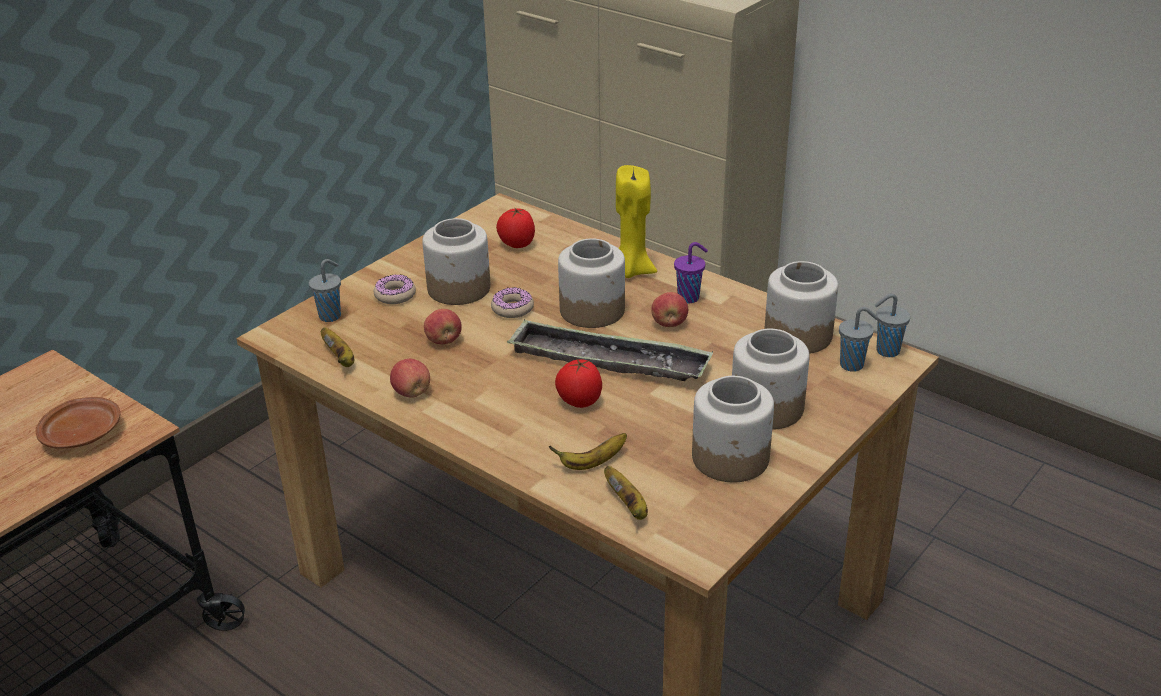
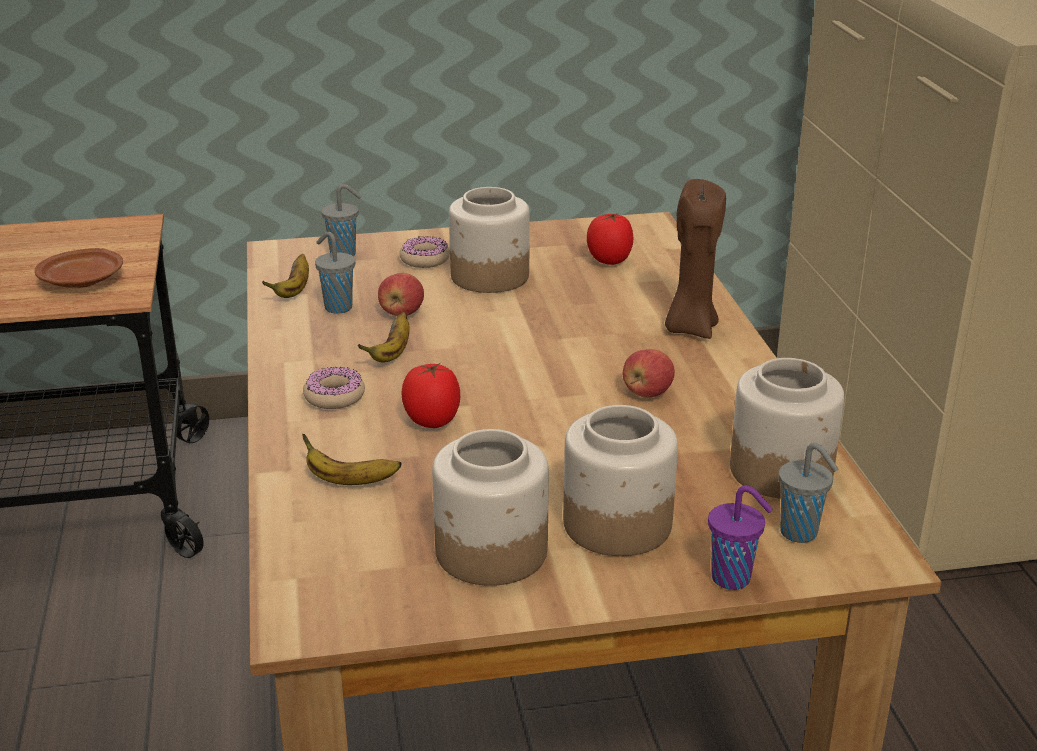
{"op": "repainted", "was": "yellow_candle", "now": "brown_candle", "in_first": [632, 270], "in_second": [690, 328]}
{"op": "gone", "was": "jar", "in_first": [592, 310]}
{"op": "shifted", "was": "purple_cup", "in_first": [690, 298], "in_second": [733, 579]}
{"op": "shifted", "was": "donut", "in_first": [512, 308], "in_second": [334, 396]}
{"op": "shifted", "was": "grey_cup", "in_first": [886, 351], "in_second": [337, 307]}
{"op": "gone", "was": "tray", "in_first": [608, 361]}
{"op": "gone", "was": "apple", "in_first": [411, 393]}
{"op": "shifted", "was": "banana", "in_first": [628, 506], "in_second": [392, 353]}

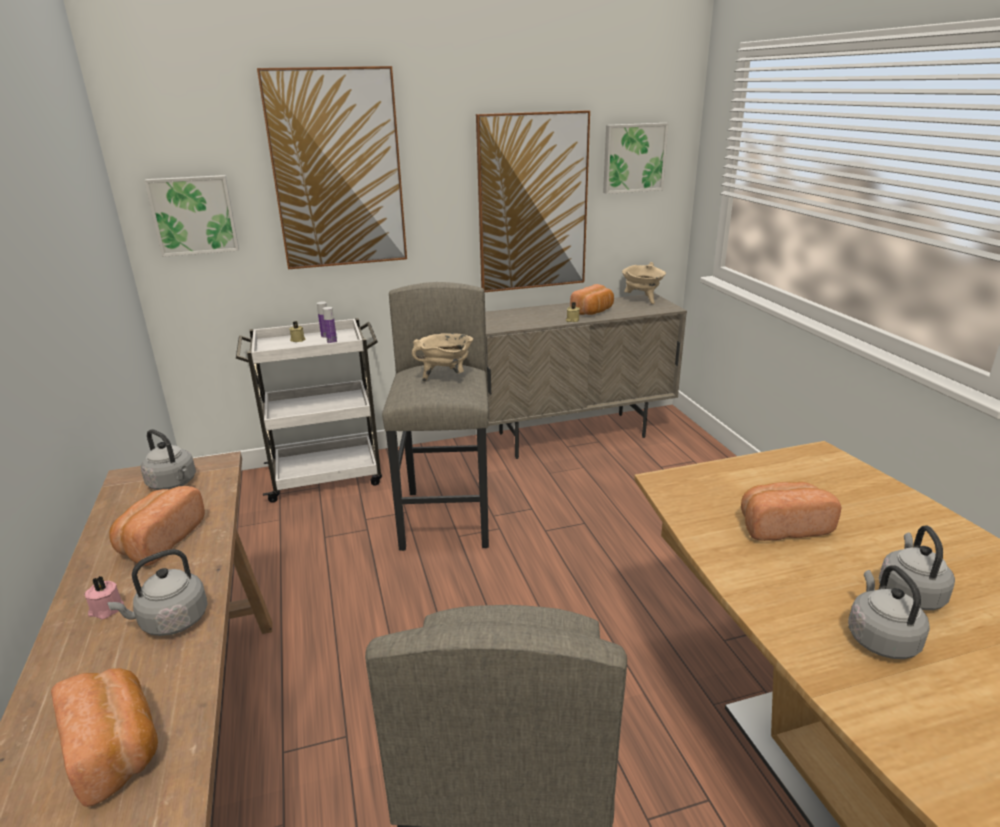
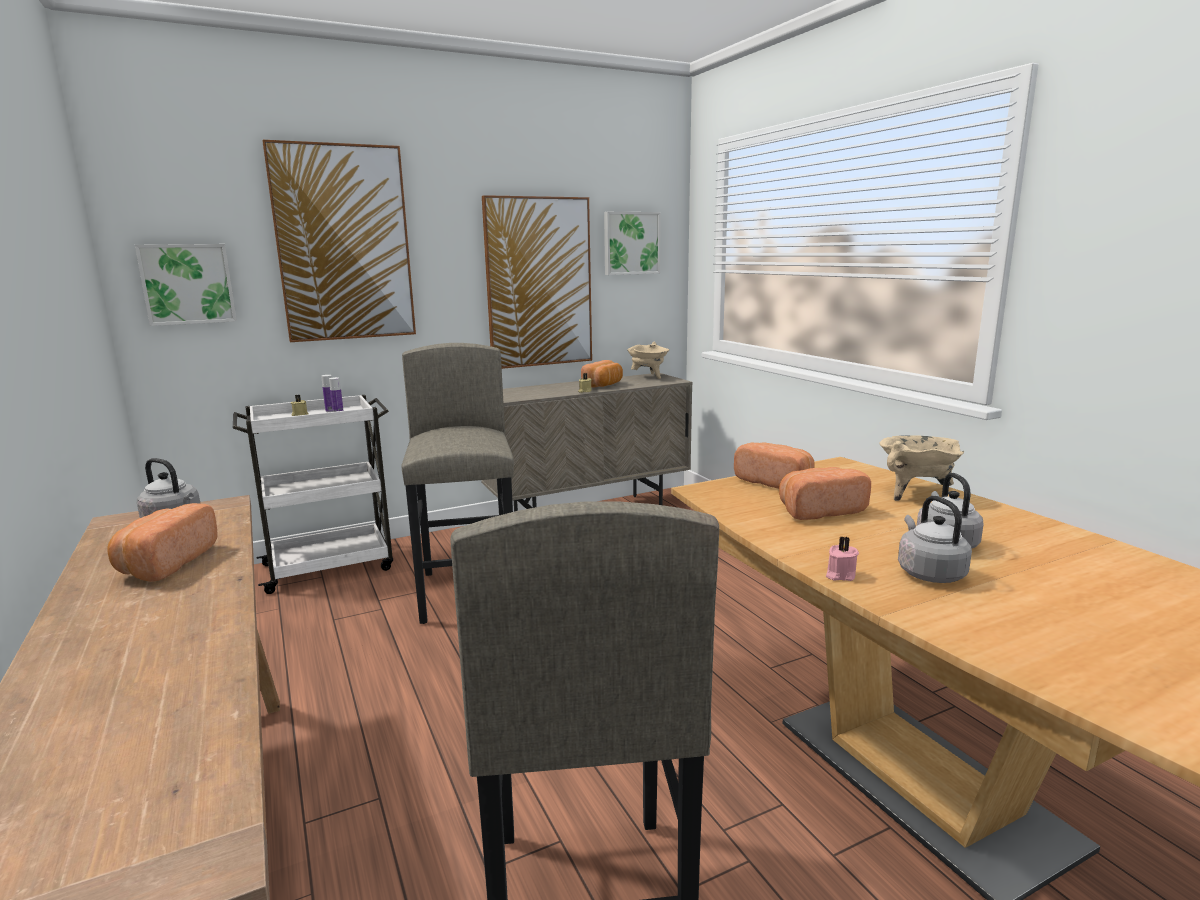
{"op": "shifted", "was": "beige_cooking_pot", "in_first": [446, 377], "in_second": [915, 494]}
{"op": "gone", "was": "grey_kettle", "in_first": [171, 621]}
{"op": "shifted", "was": "pink_candle", "in_first": [106, 609], "in_second": [839, 575]}
{"op": "shifted", "was": "bread", "in_first": [116, 748], "in_second": [775, 482]}

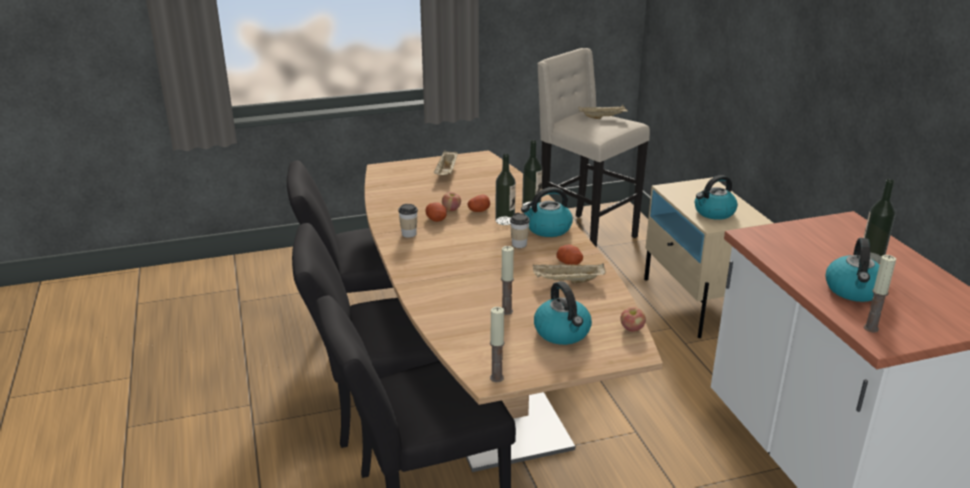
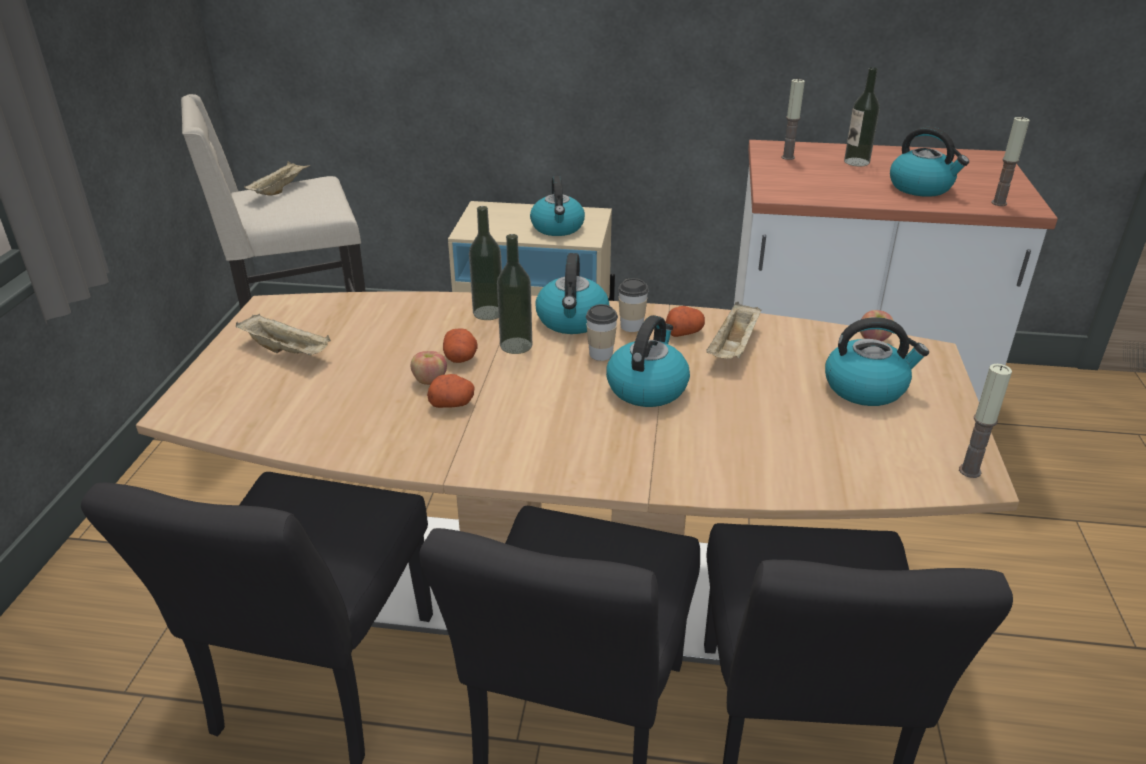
{"op": "shifted", "was": "cup", "in_first": [409, 234], "in_second": [631, 326]}
{"op": "shifted", "was": "candle", "in_first": [506, 311], "in_second": [788, 157]}
{"op": "new", "now": "kettle", "in_second": [647, 387]}

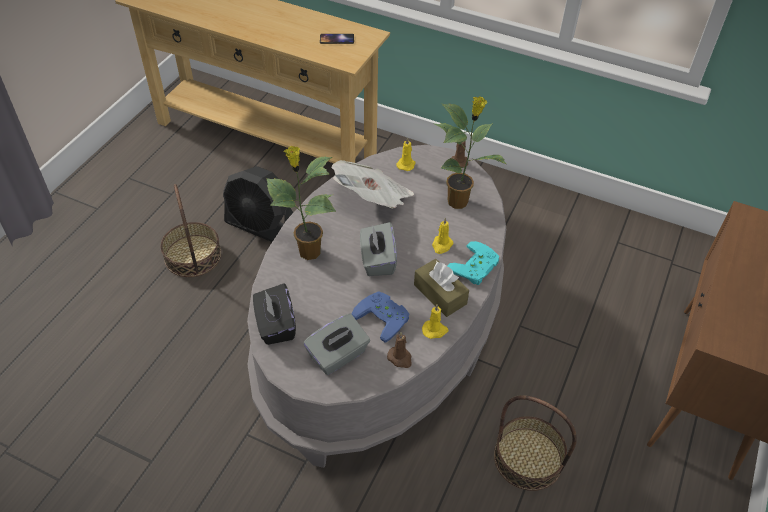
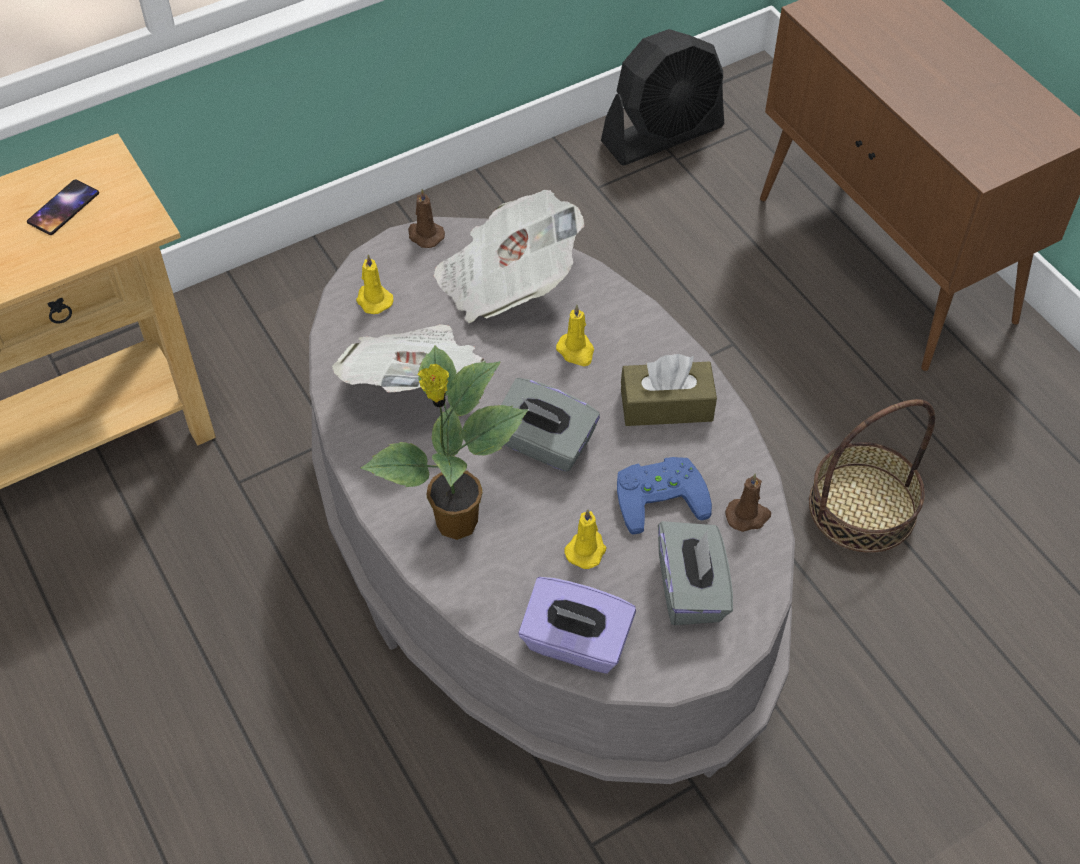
{"op": "swapped", "was": "potted_plant", "now": "newspaper", "in_first": [459, 201], "in_second": [507, 282]}
{"op": "shifted", "was": "black_fan", "in_first": [262, 227], "in_second": [663, 134]}
{"op": "gone", "was": "basket", "in_first": [193, 255]}
{"op": "gone", "was": "turquoise_game_controller", "in_first": [476, 268]}
{"op": "repainted", "was": "black_tissue_box", "now": "purple_tissue_box", "in_first": [275, 325], "in_second": [575, 643]}
{"op": "shifted", "was": "yellow_candle", "in_first": [435, 330], "in_second": [586, 549]}

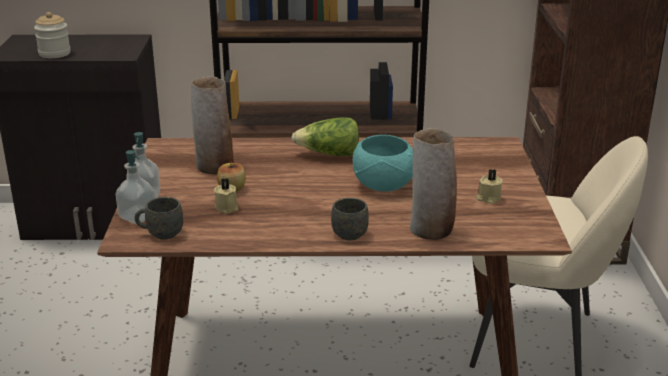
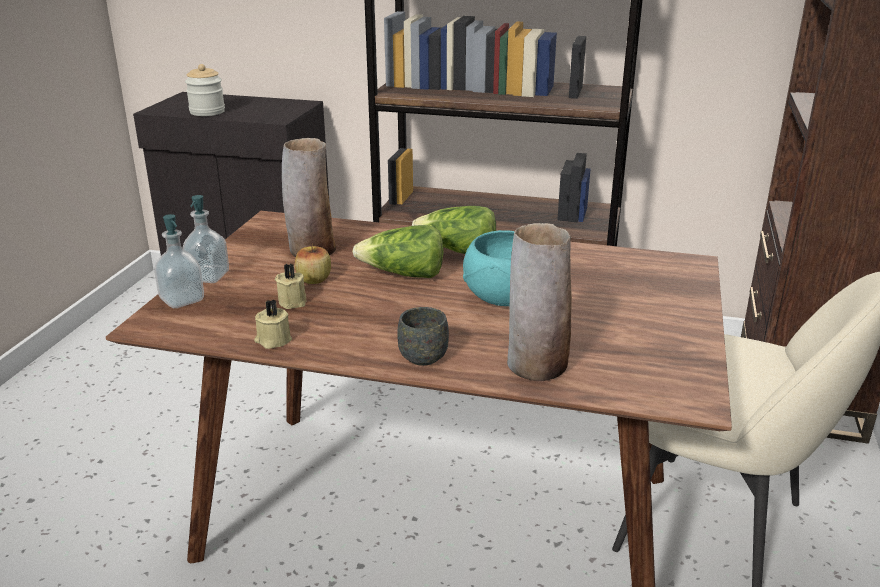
{"op": "shifted", "was": "beige_candle", "in_first": [488, 198], "in_second": [273, 340]}
{"op": "gone", "was": "grey_mug", "in_first": [160, 234]}
{"op": "new", "now": "lettuce", "in_second": [403, 275]}

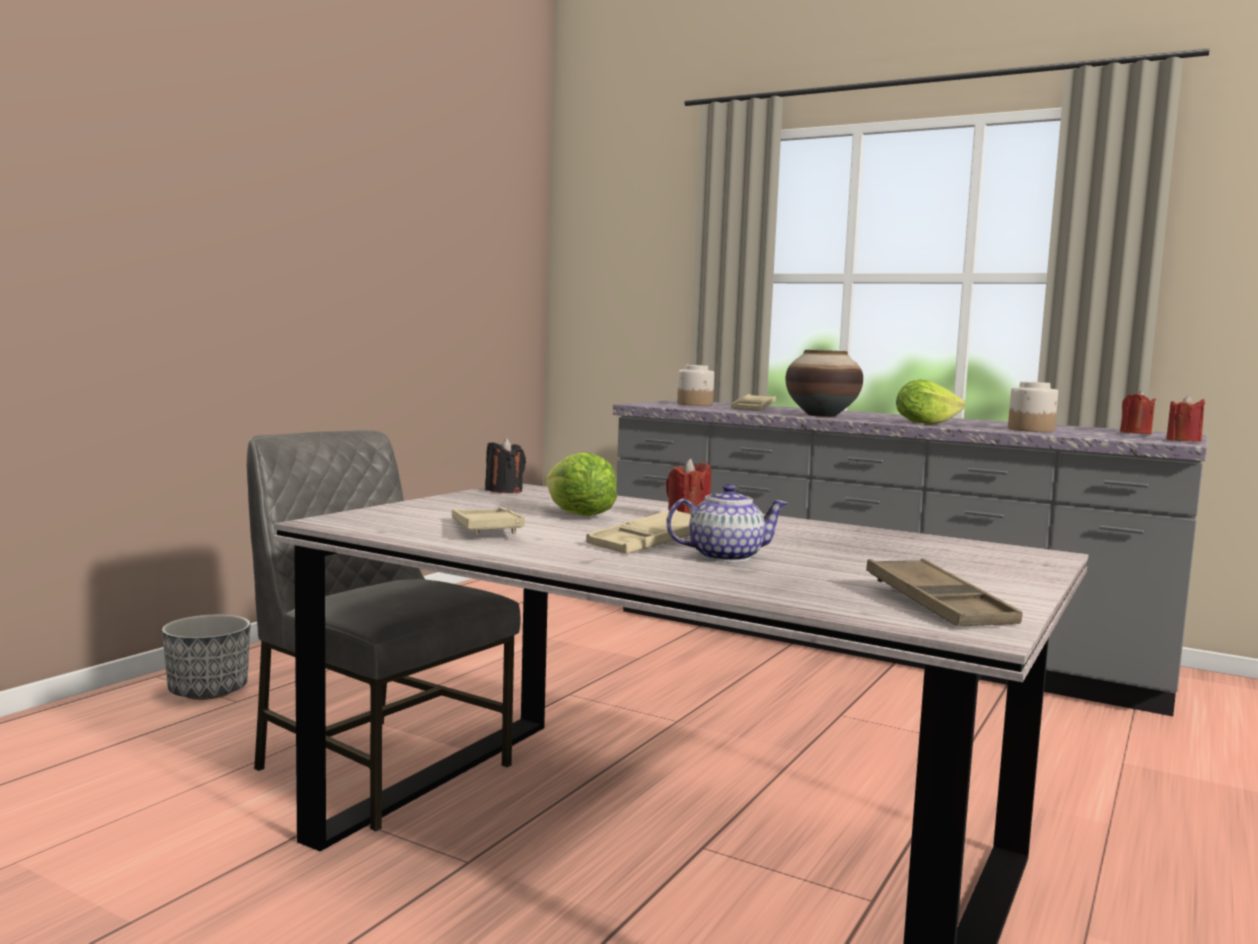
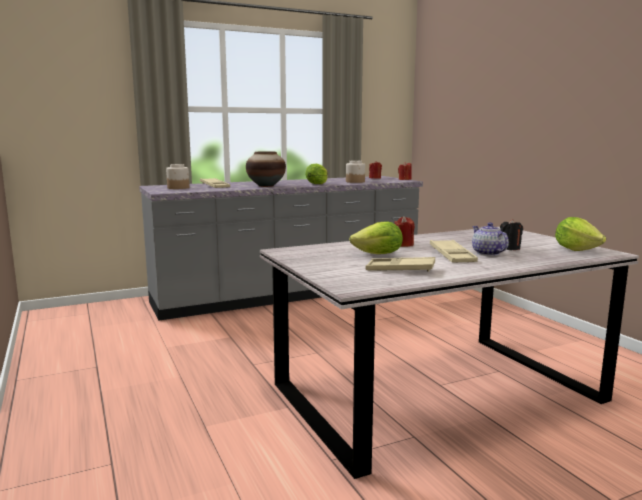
{"op": "gone", "was": "grey_chair", "in_first": [378, 766]}
{"op": "shifted", "was": "black_candle", "in_first": [504, 490], "in_second": [509, 248]}
{"op": "rotated", "was": "teapot", "in_first": [724, 556], "in_second": [488, 253], "clockwise": -45}
{"op": "swapped", "was": "brown_tray", "now": "lettuce", "in_first": [938, 604], "in_second": [576, 249]}
{"op": "gone", "was": "planter", "in_first": [207, 691]}

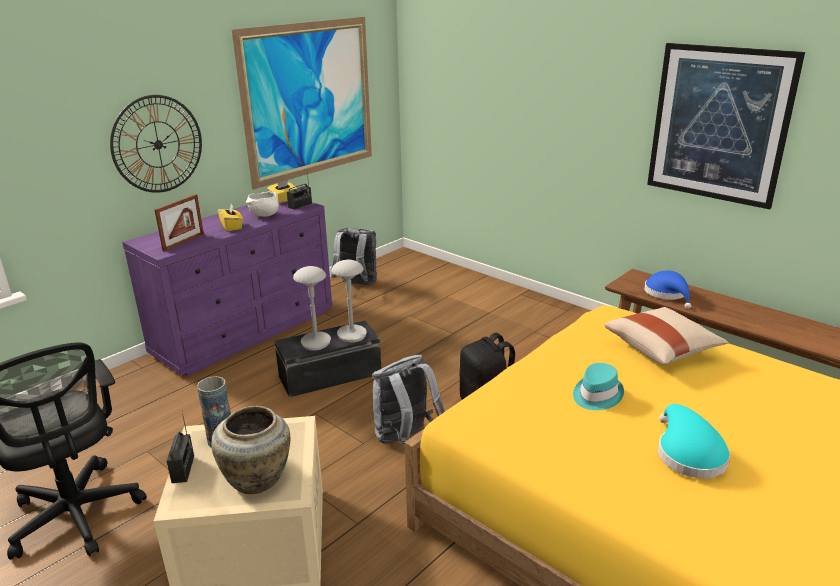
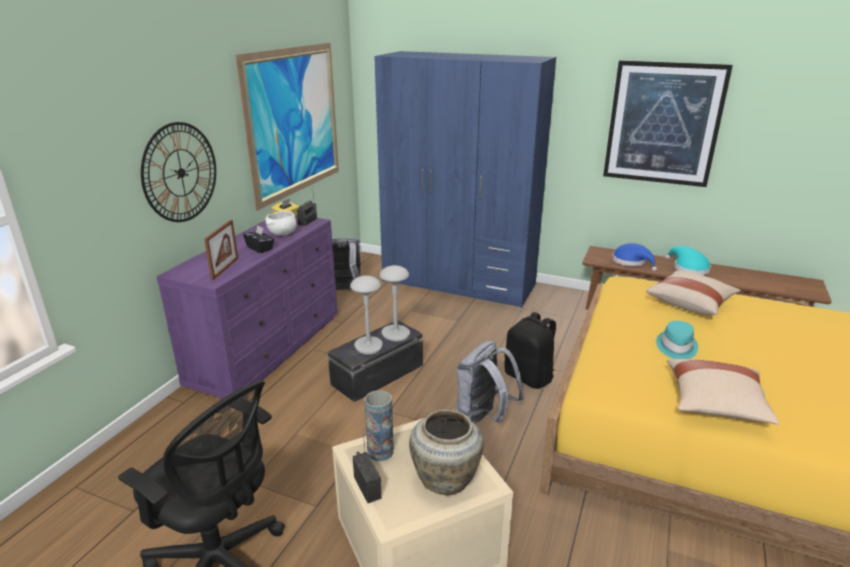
{"op": "repainted", "was": "yellow_tissue_box", "now": "black_tissue_box", "in_first": [232, 226], "in_second": [260, 248]}
{"op": "shifted", "was": "turquoise_hat", "in_first": [688, 454], "in_second": [688, 268]}
{"op": "new", "now": "blue_wardrobe", "in_second": [458, 283]}
{"op": "new", "now": "beige_pillow", "in_second": [715, 405]}

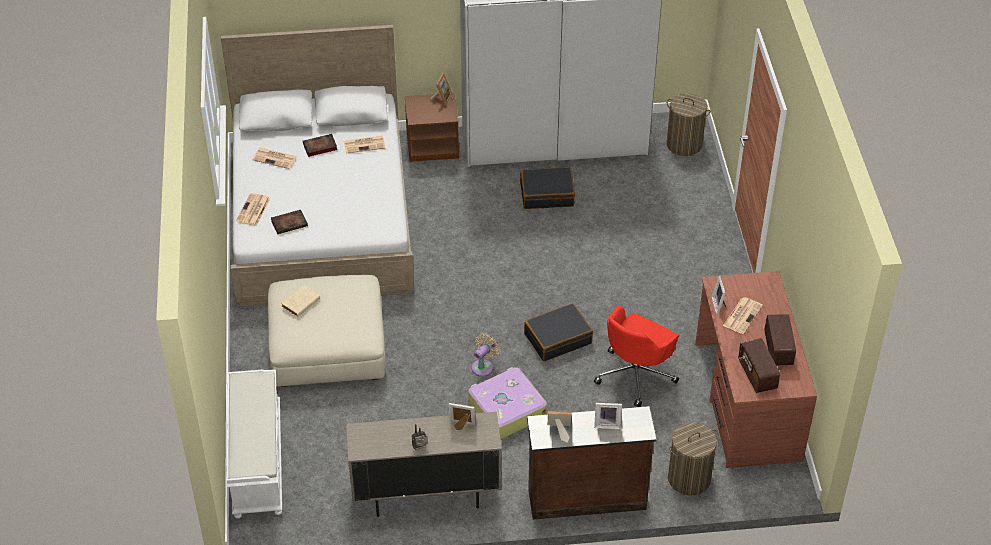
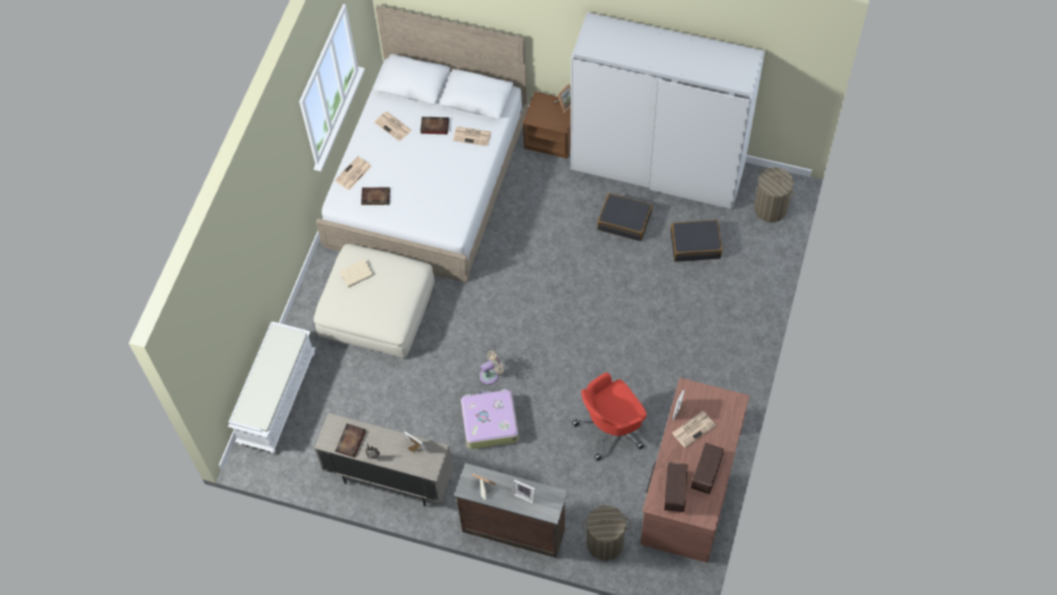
{"op": "shifted", "was": "black_suitcase", "in_first": [557, 338], "in_second": [695, 244]}
{"op": "new", "now": "book", "in_second": [350, 442]}

